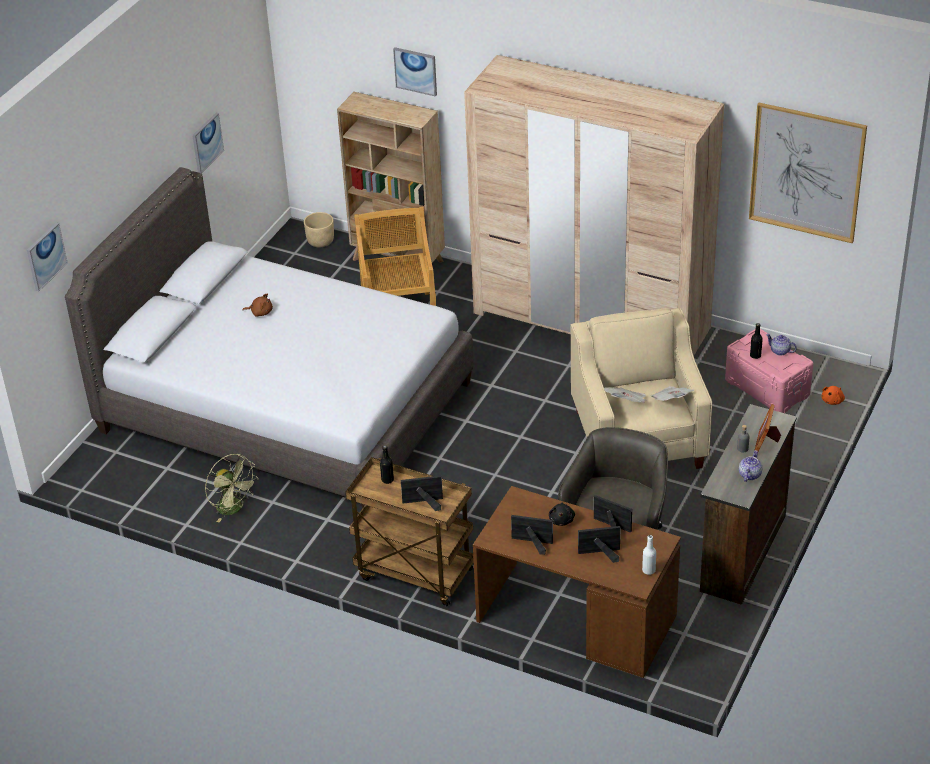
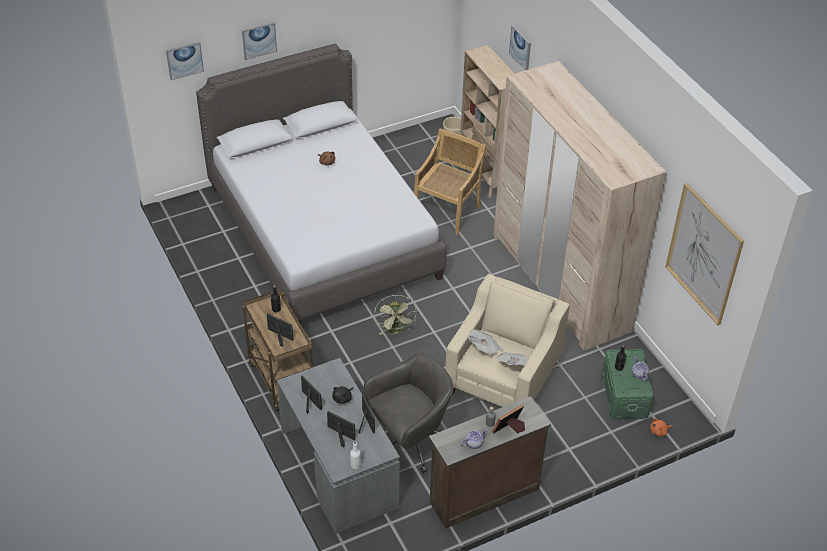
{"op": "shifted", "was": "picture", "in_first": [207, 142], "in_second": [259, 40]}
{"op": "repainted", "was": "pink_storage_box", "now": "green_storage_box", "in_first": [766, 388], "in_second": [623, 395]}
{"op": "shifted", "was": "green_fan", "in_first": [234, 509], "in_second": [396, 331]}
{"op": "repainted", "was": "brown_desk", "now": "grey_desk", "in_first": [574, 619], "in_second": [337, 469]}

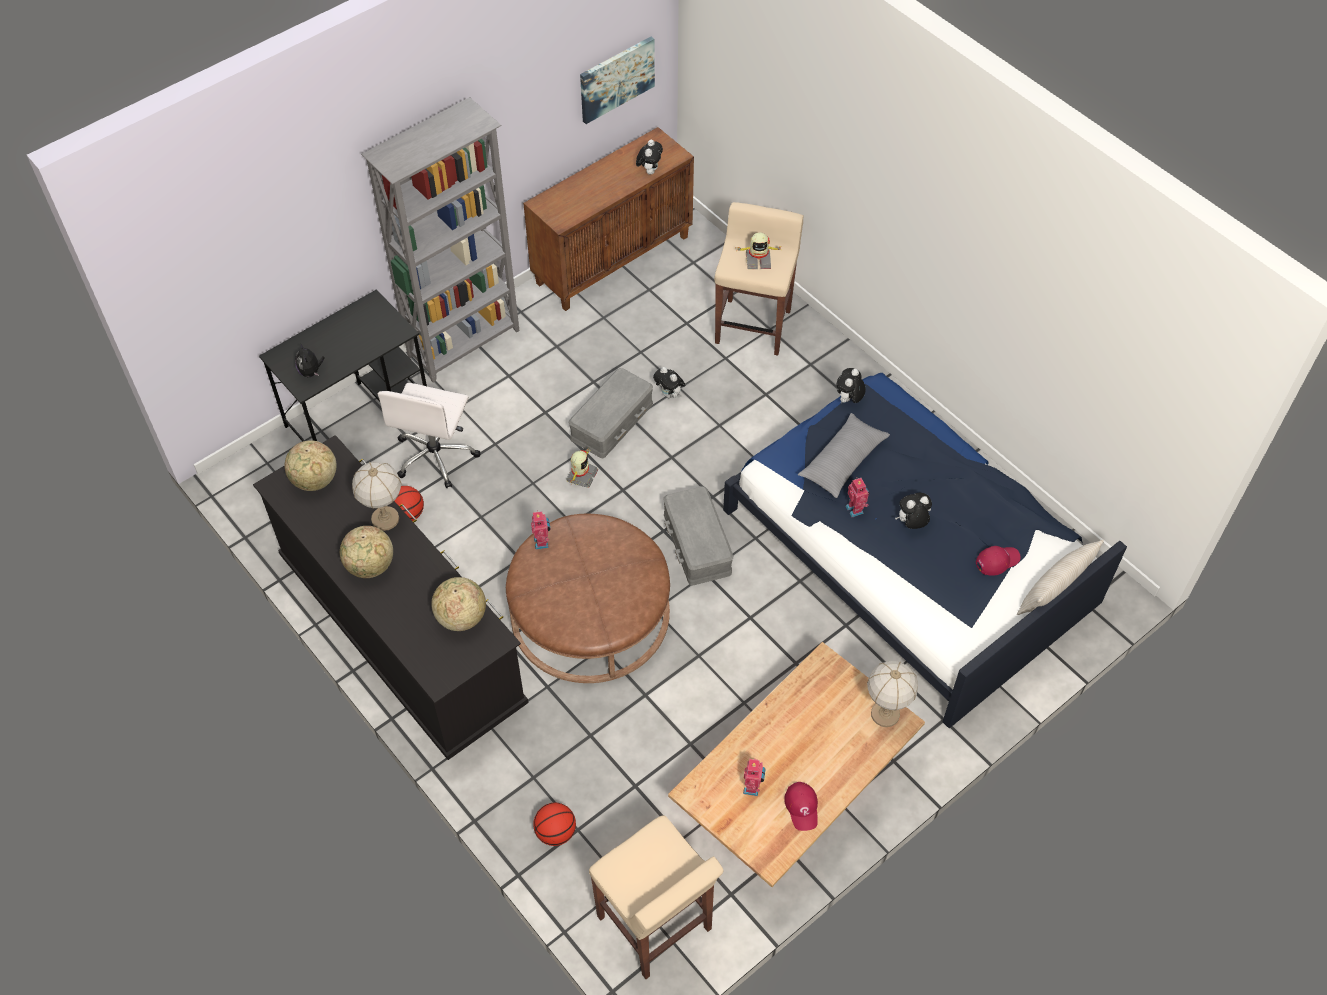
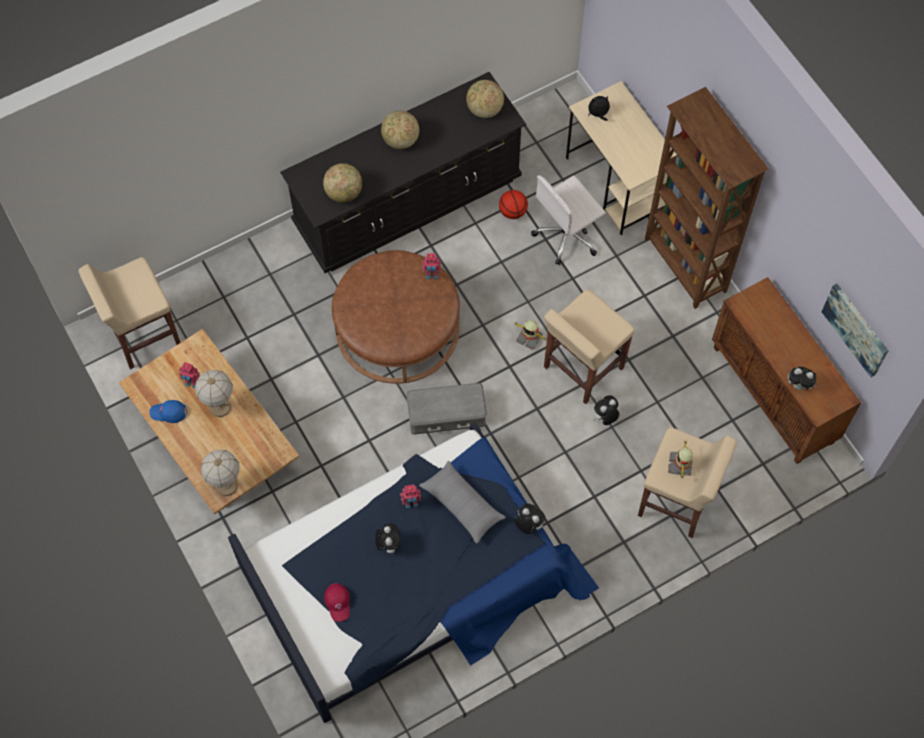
{"op": "repainted", "was": "grey_bookcase", "now": "brown_bookcase", "in_first": [465, 343], "in_second": [685, 266]}
{"op": "repainted", "was": "black_desk", "now": "beige_desk", "in_first": [359, 415], "in_second": [617, 184]}
{"op": "swapped", "was": "grey_storage_box", "now": "beige_stool", "in_first": [612, 421], "in_second": [582, 368]}
{"op": "rotated", "was": "white_office_chair", "in_first": [436, 456], "in_second": [567, 235], "clockwise": -60}
{"op": "shifted", "was": "table_lamp", "in_first": [385, 519], "in_second": [220, 407]}
{"op": "gone", "was": "beige_pillow", "in_first": [1054, 589]}
{"op": "repainted", "was": "red_cap", "now": "blue_cap", "in_first": [802, 807], "in_second": [168, 412]}
{"op": "gone", "was": "basketball", "in_first": [555, 832]}

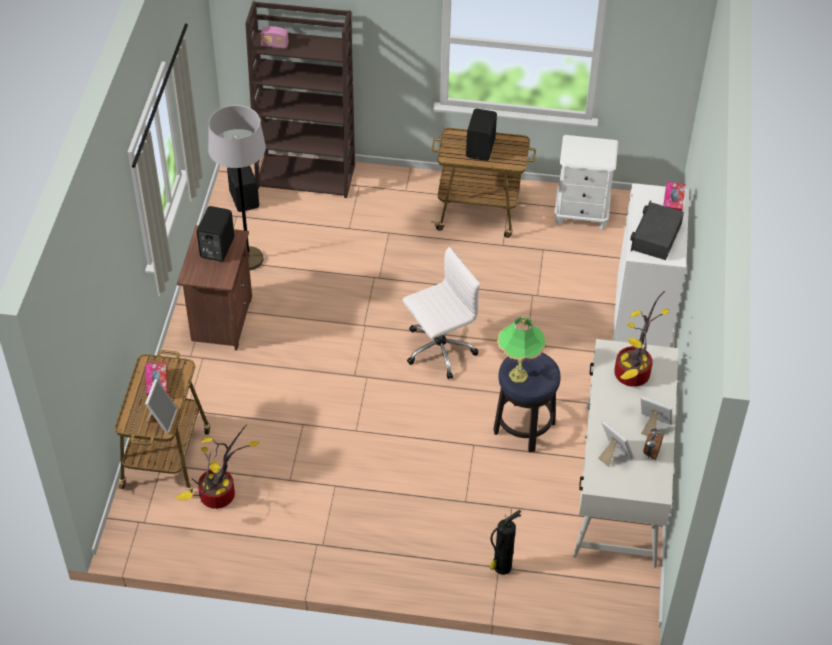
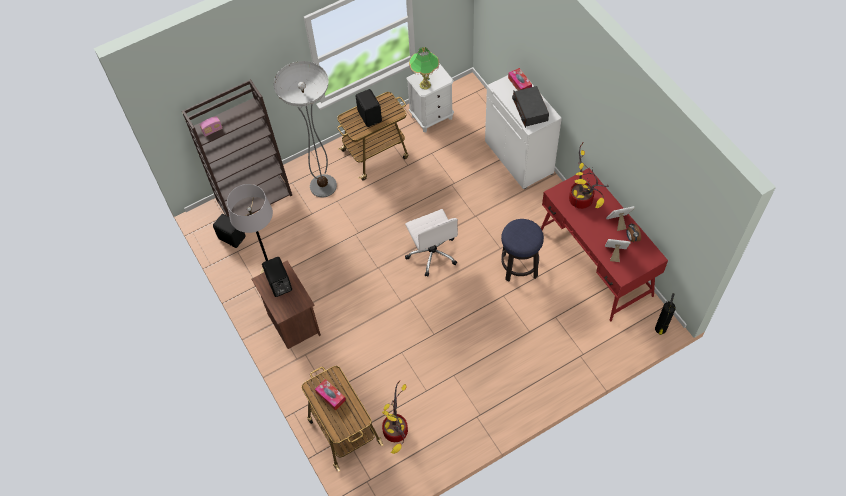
{"op": "rotated", "was": "white_office_chair", "in_first": [438, 350], "in_second": [432, 253], "clockwise": 135}
{"op": "shifted", "was": "table_lamp", "in_first": [518, 375], "in_second": [425, 85]}
{"op": "repainted", "was": "white_desk", "now": "red_desk", "in_first": [619, 484], "in_second": [595, 263]}
{"op": "gone", "was": "picture_frame", "in_first": [162, 419]}
{"op": "shifted", "was": "fire_extinguisher", "in_first": [501, 568], "in_second": [660, 329]}
{"op": "new", "now": "floor_lamp", "in_second": [323, 186]}

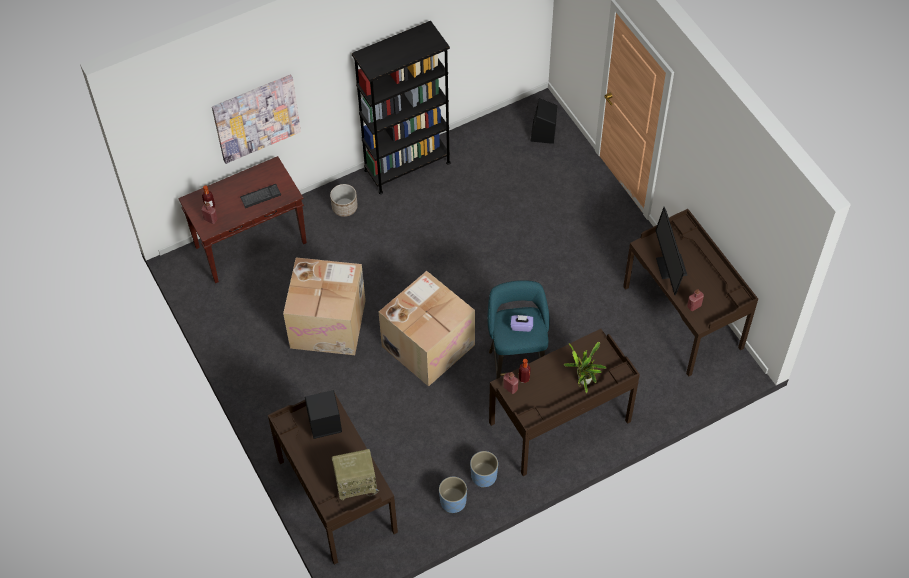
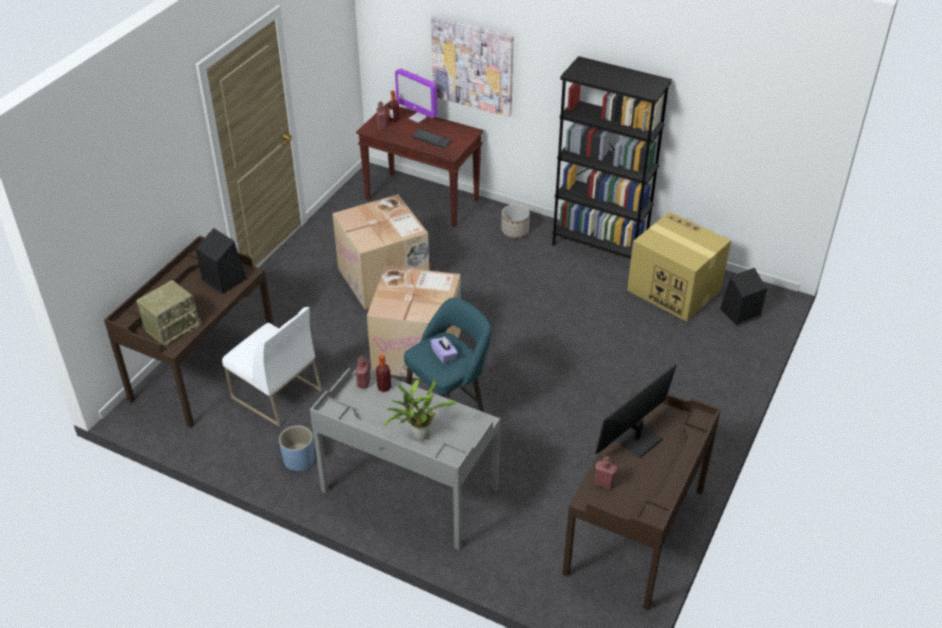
{"op": "repainted", "was": "brown_desk", "now": "grey_desk", "in_first": [560, 423], "in_second": [409, 490]}
{"op": "rotated", "was": "radio", "in_first": [356, 482], "in_second": [172, 327], "clockwise": -90}
{"op": "gone", "was": "blue_planter", "in_first": [453, 501]}
{"op": "new", "now": "monitor", "in_second": [418, 118]}
{"op": "new", "now": "cardboard_box", "in_second": [673, 289]}
{"op": "new", "now": "white_chair", "in_second": [275, 394]}

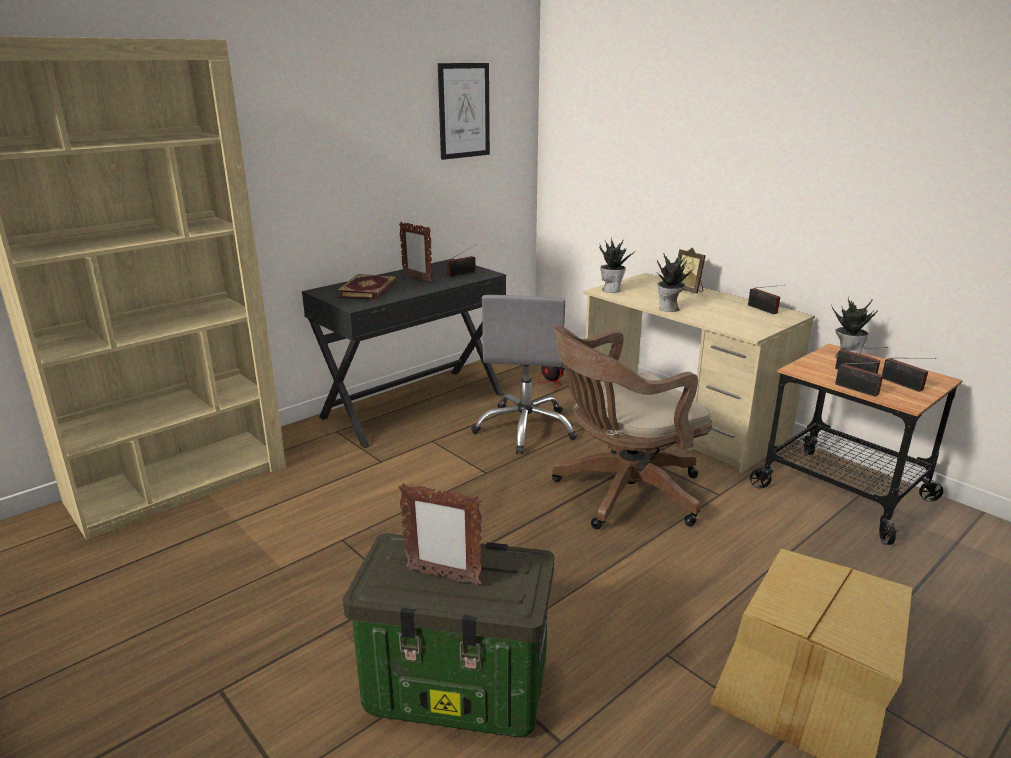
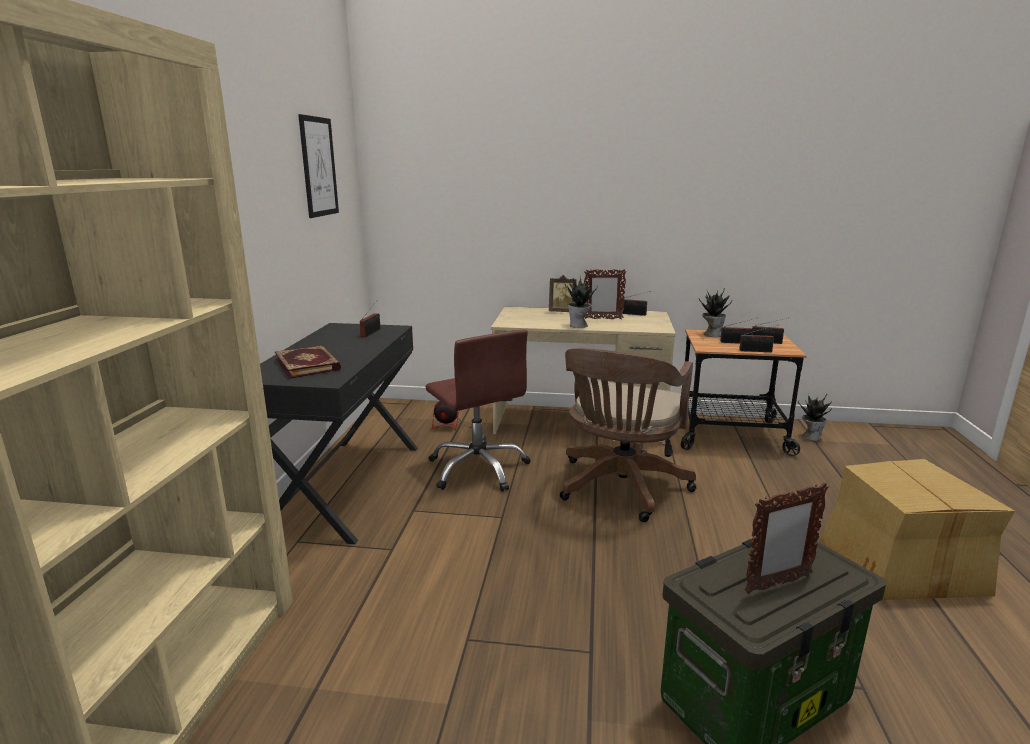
{"op": "shifted", "was": "picture_frame", "in_first": [417, 279], "in_second": [603, 319]}
{"op": "shifted", "was": "potted_plant", "in_first": [611, 289], "in_second": [810, 437]}
{"op": "repainted", "was": "grey_office_chair", "now": "brown_office_chair", "in_first": [526, 428], "in_second": [478, 468]}

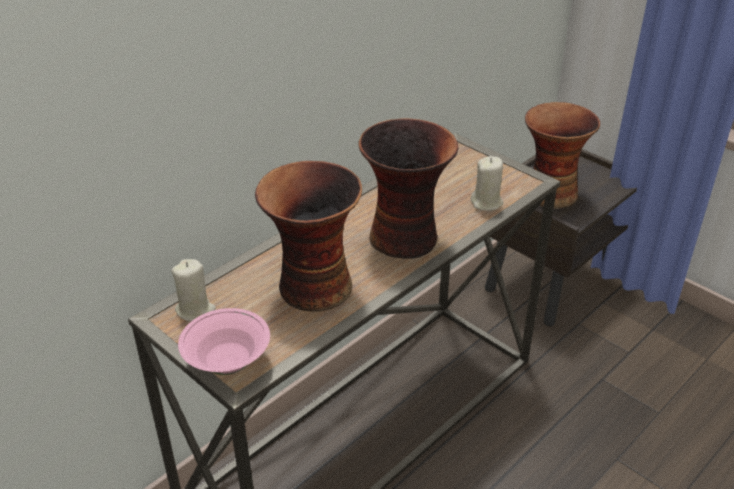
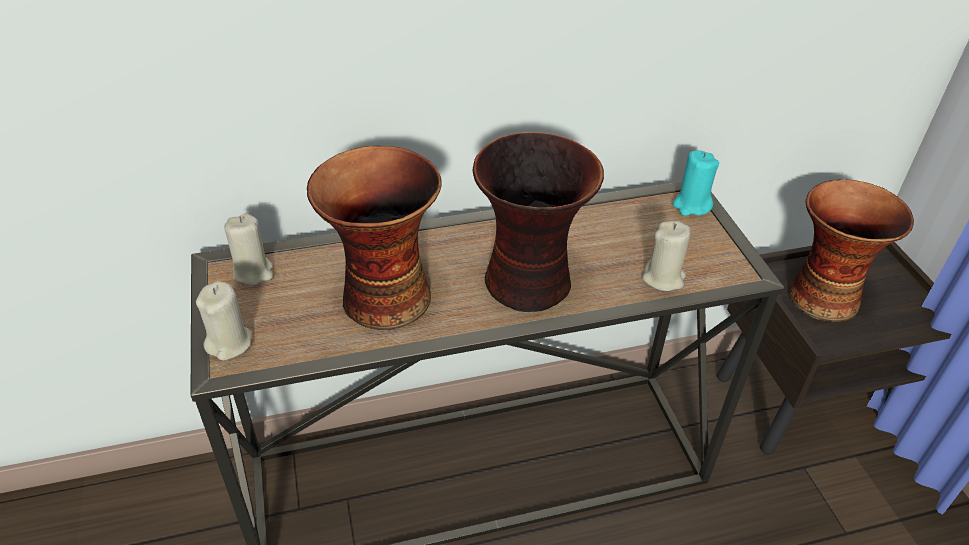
{"op": "swapped", "was": "pink_bowl", "now": "beige_candle", "in_first": [228, 363], "in_second": [229, 343]}
{"op": "new", "now": "turquoise_candle", "in_second": [691, 205]}

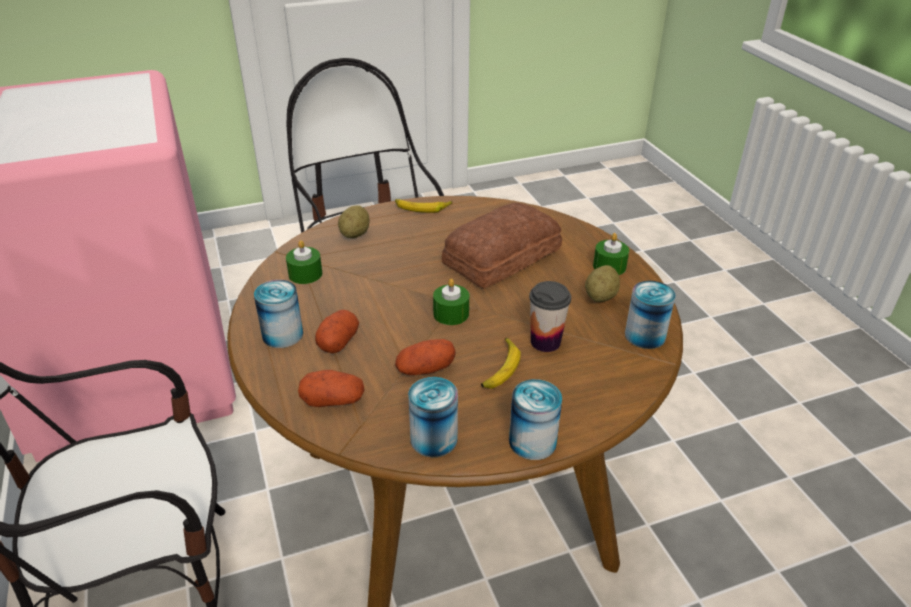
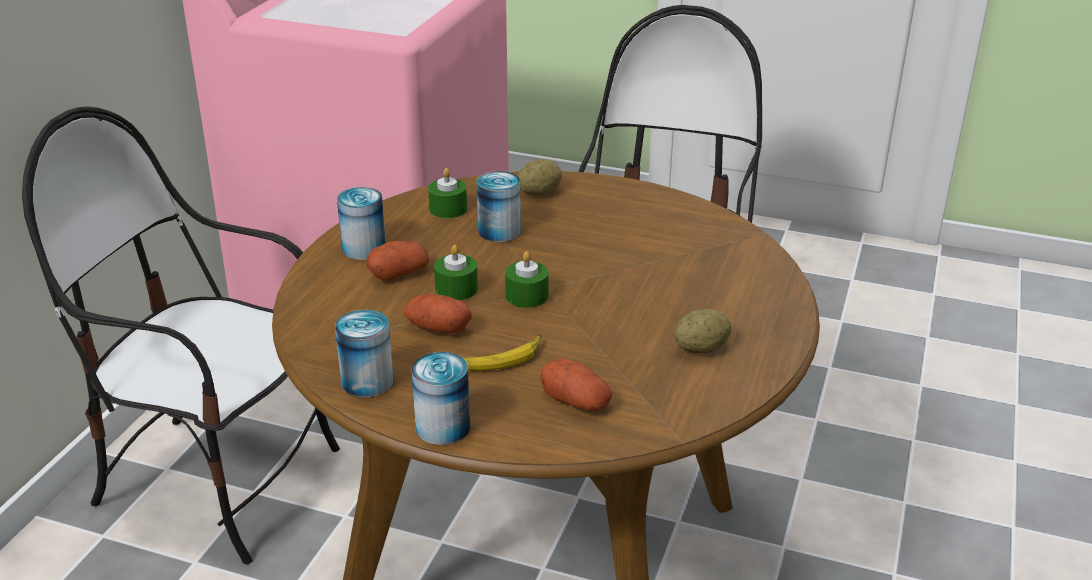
{"op": "gone", "was": "banana", "in_first": [422, 208]}
{"op": "gone", "was": "bread", "in_first": [499, 256]}
{"op": "shifted", "was": "green_candle", "in_first": [609, 266], "in_second": [456, 289]}
{"op": "gone", "was": "cup", "in_first": [545, 342]}
{"op": "shifted", "was": "can", "in_first": [645, 335], "in_second": [499, 231]}
{"op": "shifted", "was": "potato", "in_first": [333, 400], "in_second": [575, 401]}

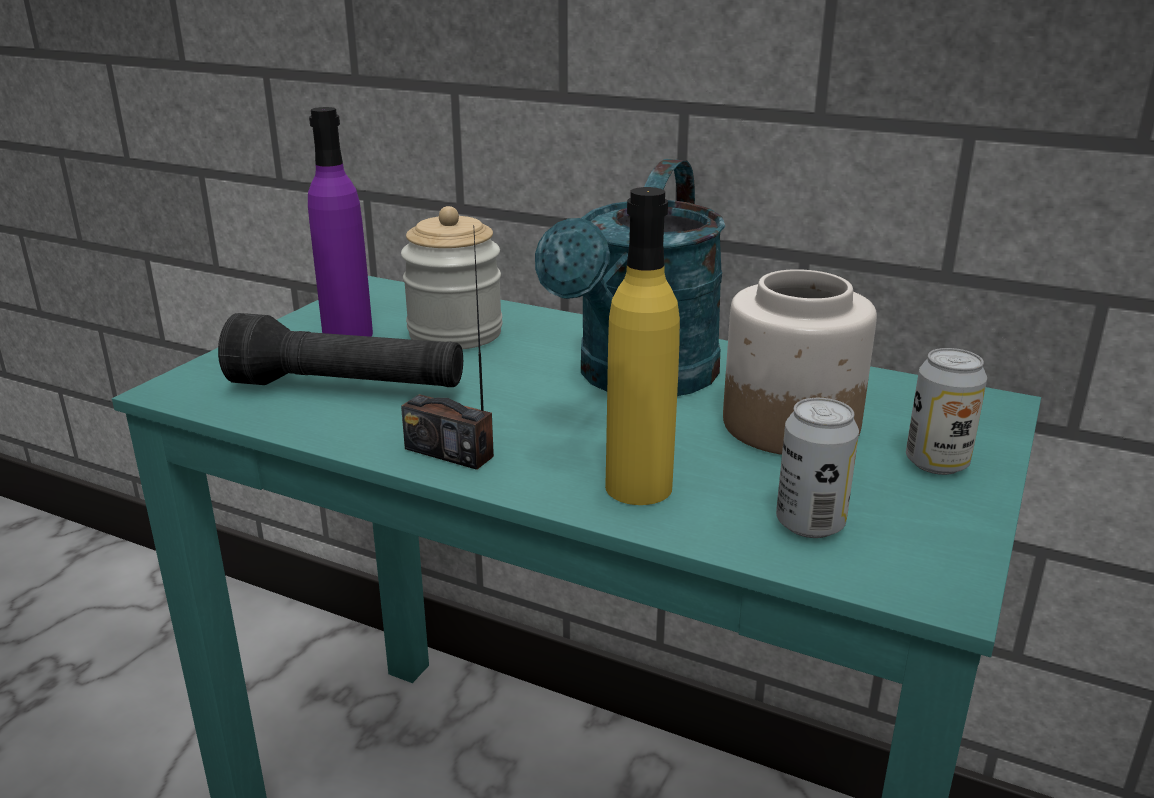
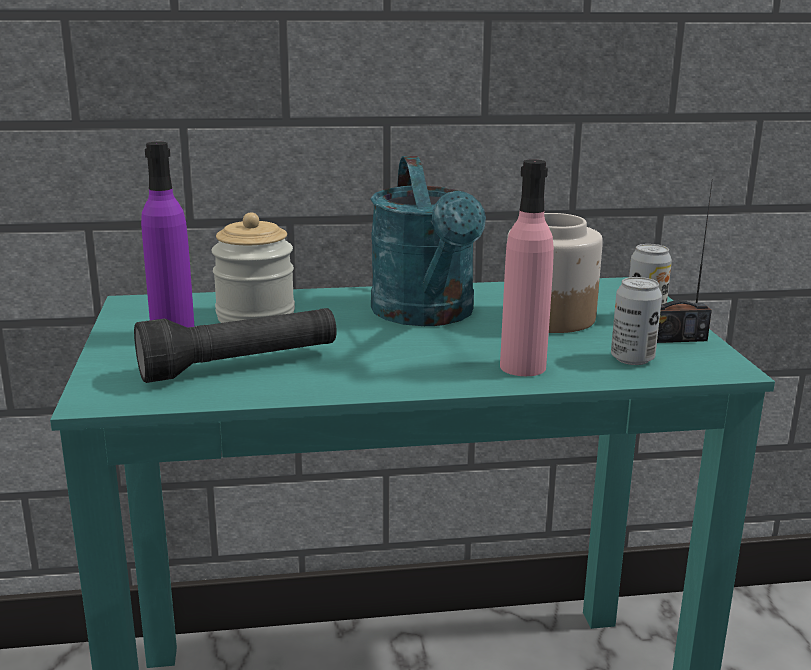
{"op": "repainted", "was": "yellow_bottle", "now": "pink_bottle", "in_first": [639, 487], "in_second": [522, 367]}
{"op": "shifted", "was": "radio", "in_first": [449, 452], "in_second": [675, 338]}

